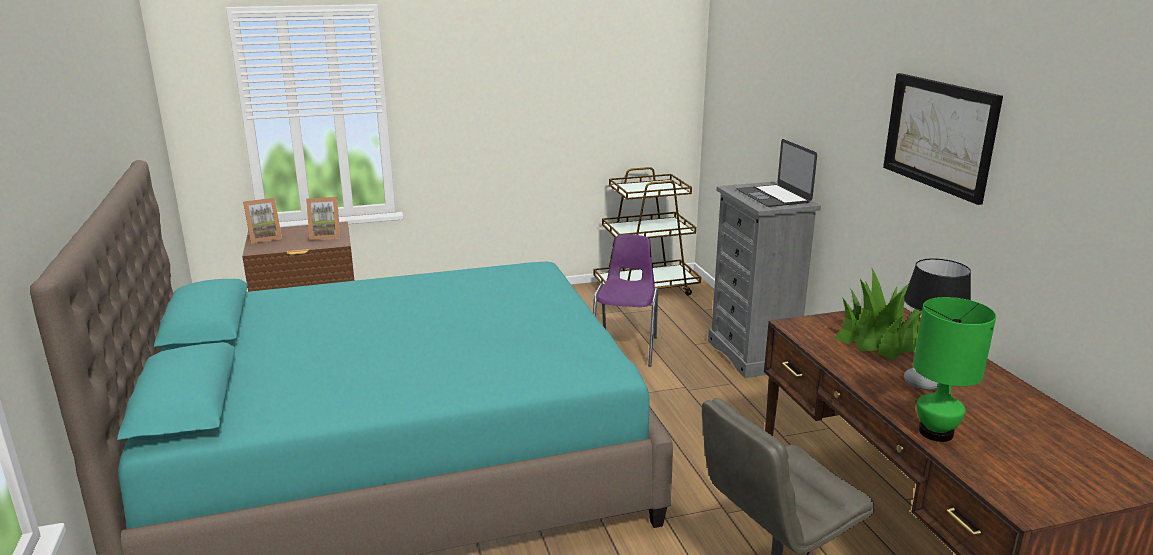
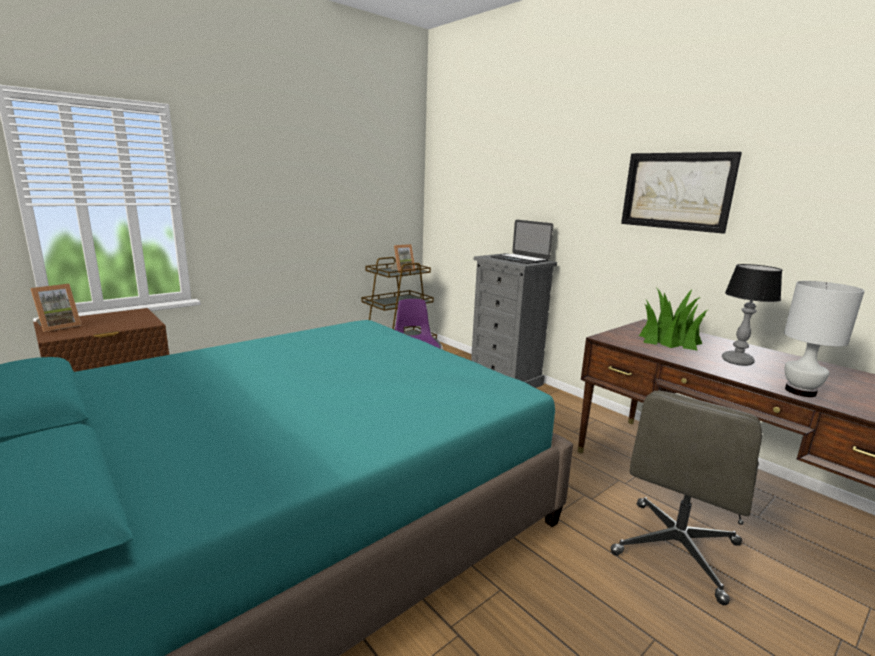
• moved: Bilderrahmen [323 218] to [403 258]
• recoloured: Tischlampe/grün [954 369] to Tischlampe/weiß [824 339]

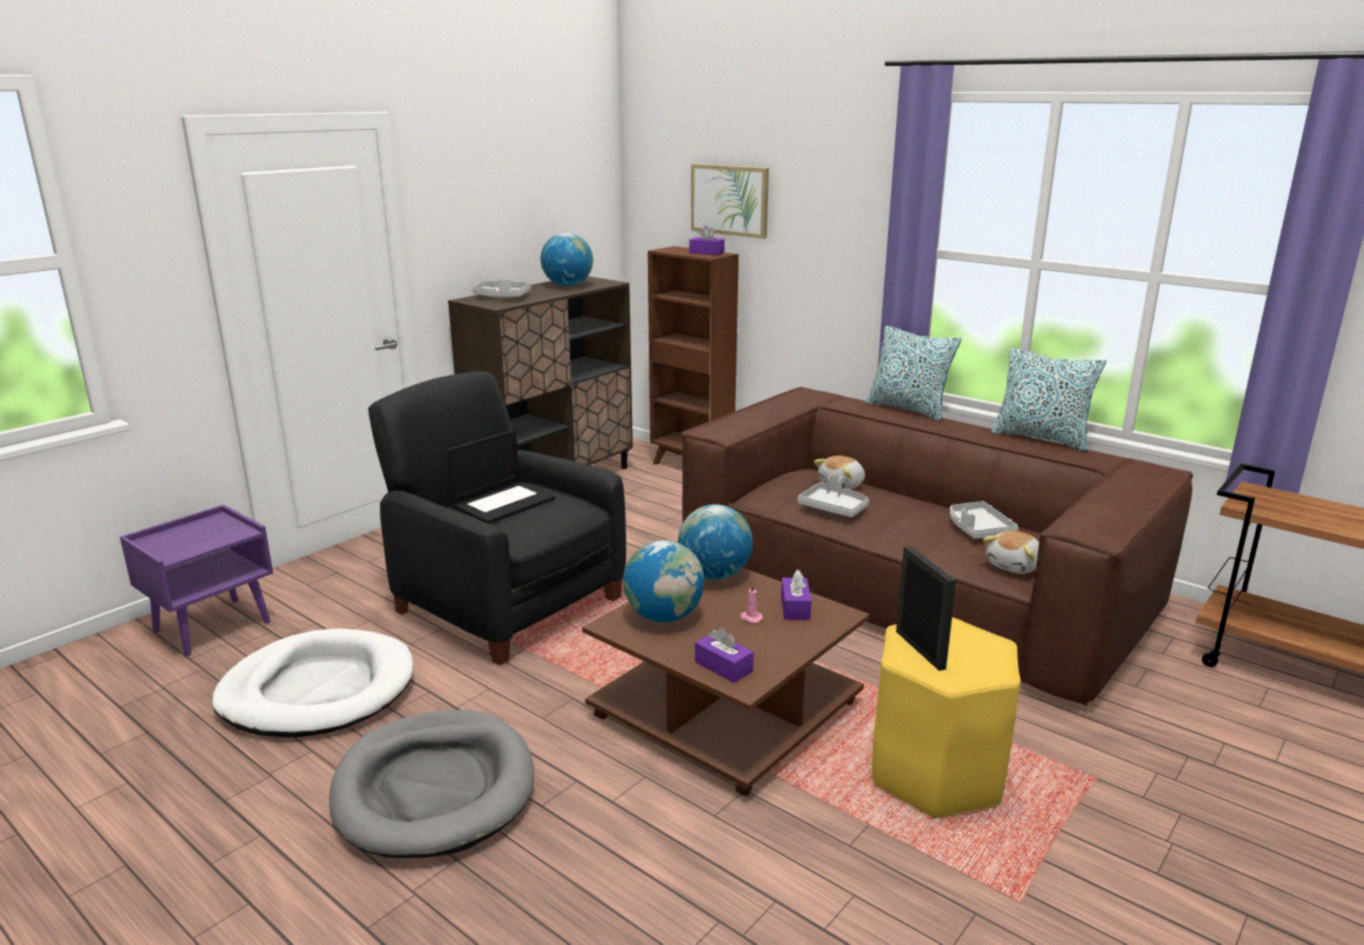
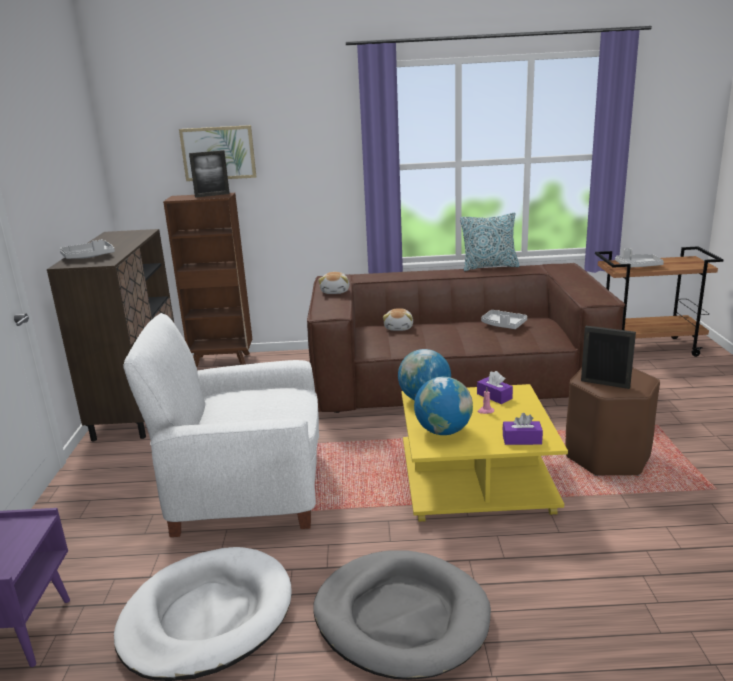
• recoloured: Sessel/schwarz [497 518] to Sessel/weiß [221 425]
• replaced: Taschentuchbox/lila [707 240] to Bilderrahmen [209 174]
• moved: Plüschtier [1011 552] to [334 283]
• recoloured: Couchtisch/braun [726 682] to Couchtisch/gelb [484 453]
• recoloured: Hocker/gelb [946 718] to Hocker/braun [612 421]
• moved: Tablett/grau [833 495] to [639 257]
• removed: Laptop [501 476]
• removed: Globus [567 259]
• removed: Kissen [913 373]

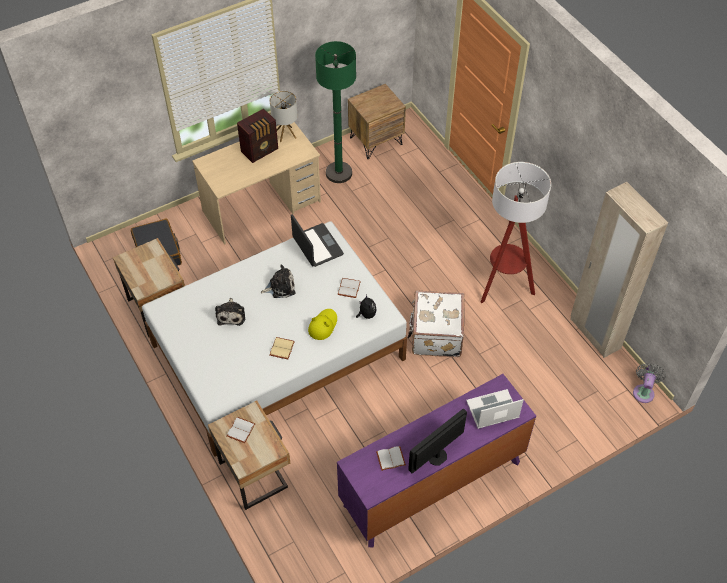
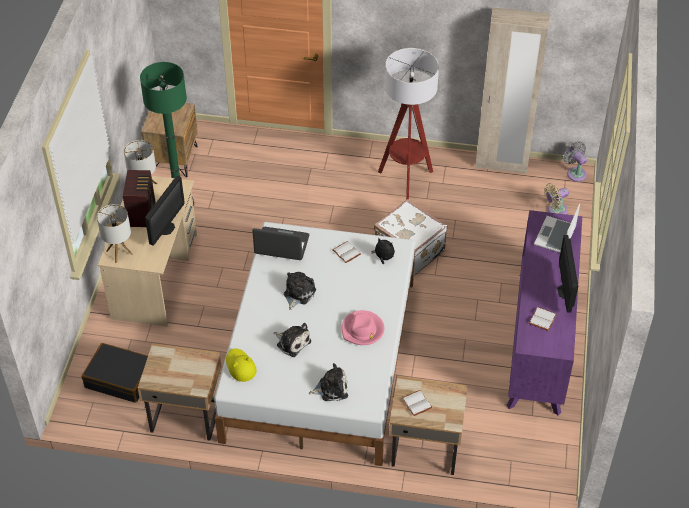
• added: Tischlampe [115 233]
• added: Monitor [165 211]
• moved: Hut/gelb [322 324] to [241 365]
• added: Plüschtier [328 382]
• replaced: Buch/beige [282 348] to Hut/rosa [363 327]
• added: Ventilator/beige [556 198]

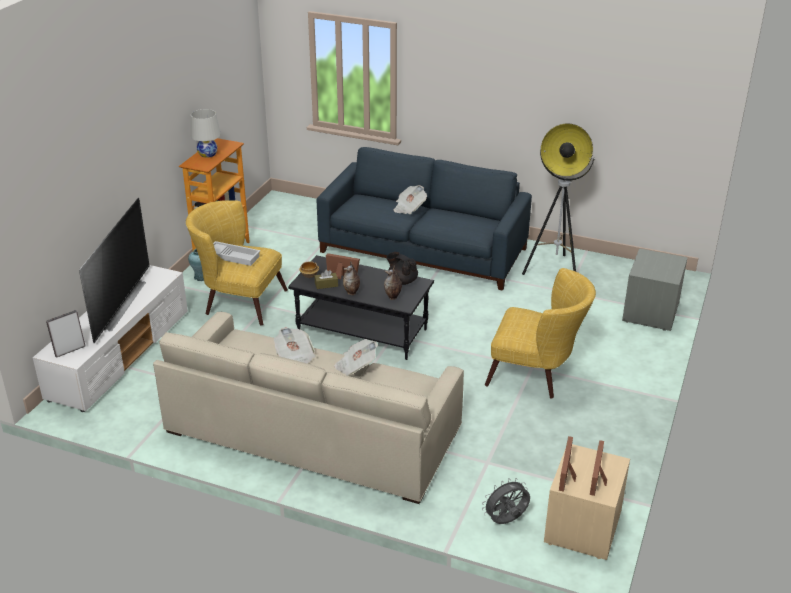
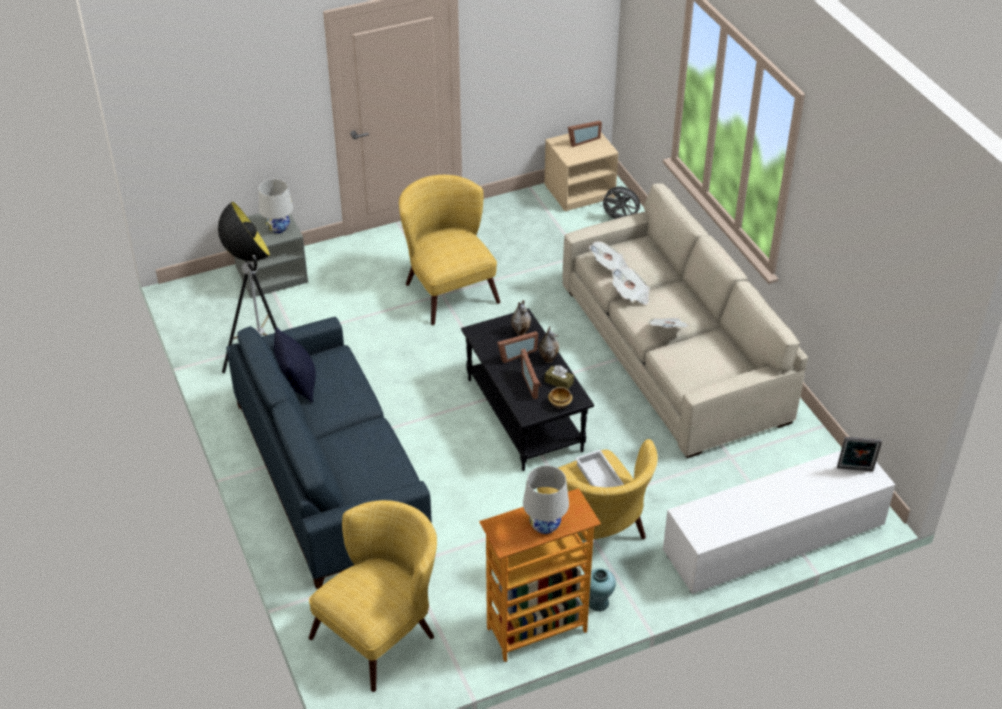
• added: Tischlampe/weiß [276 206]
• added: Kissen/schwarz [295 365]
• added: Sessel/gelb [373 596]
• moved: Bilderrahmen [567 464] to [517 347]
• moved: Zeitung [410 199] to [609 256]
• removed: Fernseher [114 270]
• removed: Teekanne/schwarz [402 268]

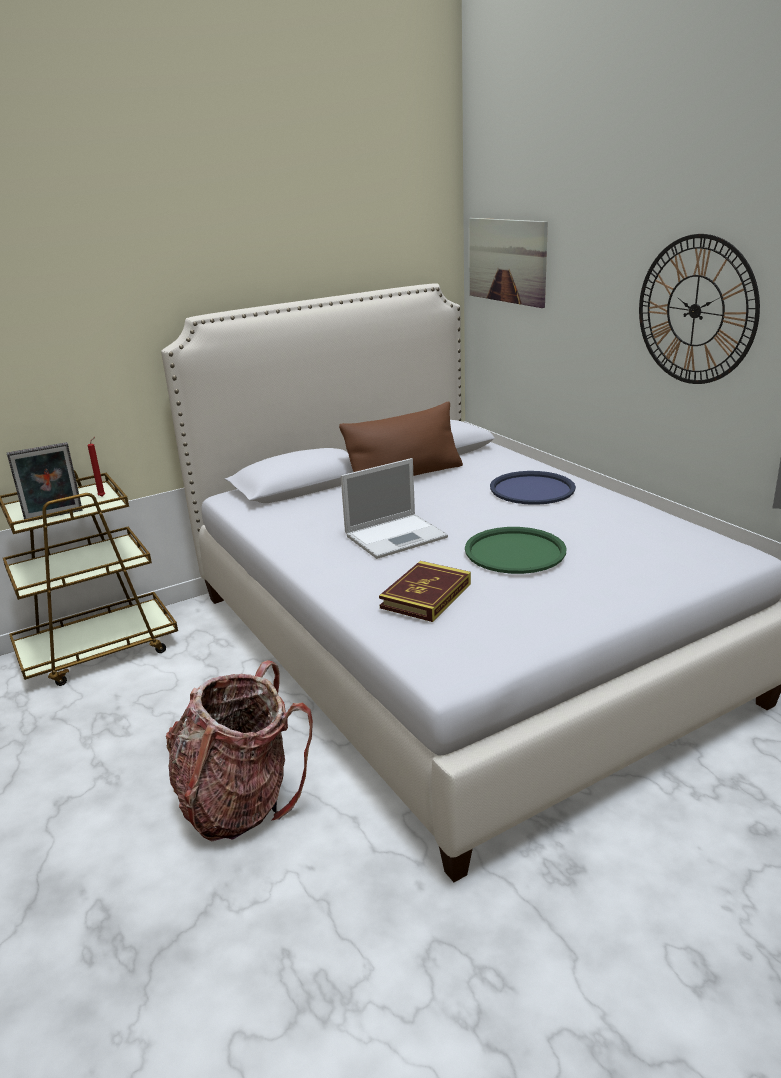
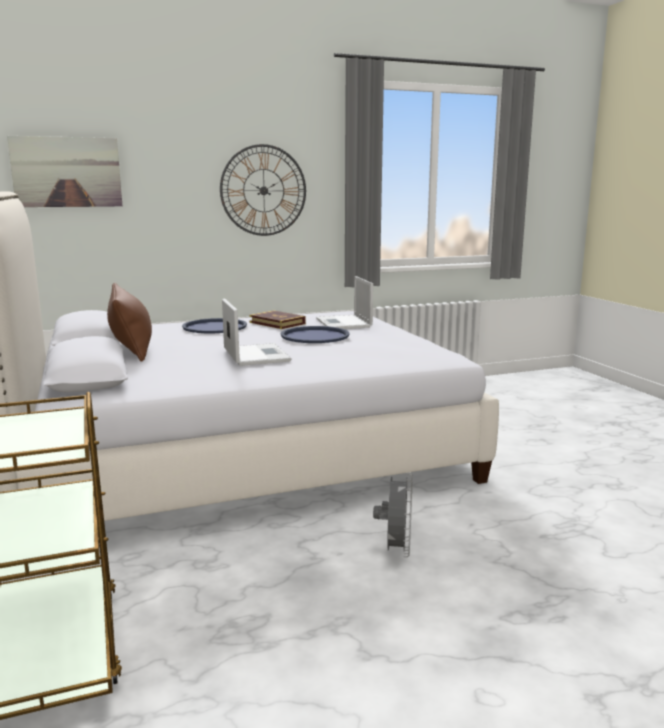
• moved: Buch [425 591] to [277 319]
• recoloured: Tablett/grün [516 550] to Tablett/blau [315 334]
• added: Laptop [344 302]
• replaced: Rucksack [239 750] to Ventilator/grau [393 514]
• removed: Bilderrahmen [45 482]
• removed: Kerze/rot [96 467]

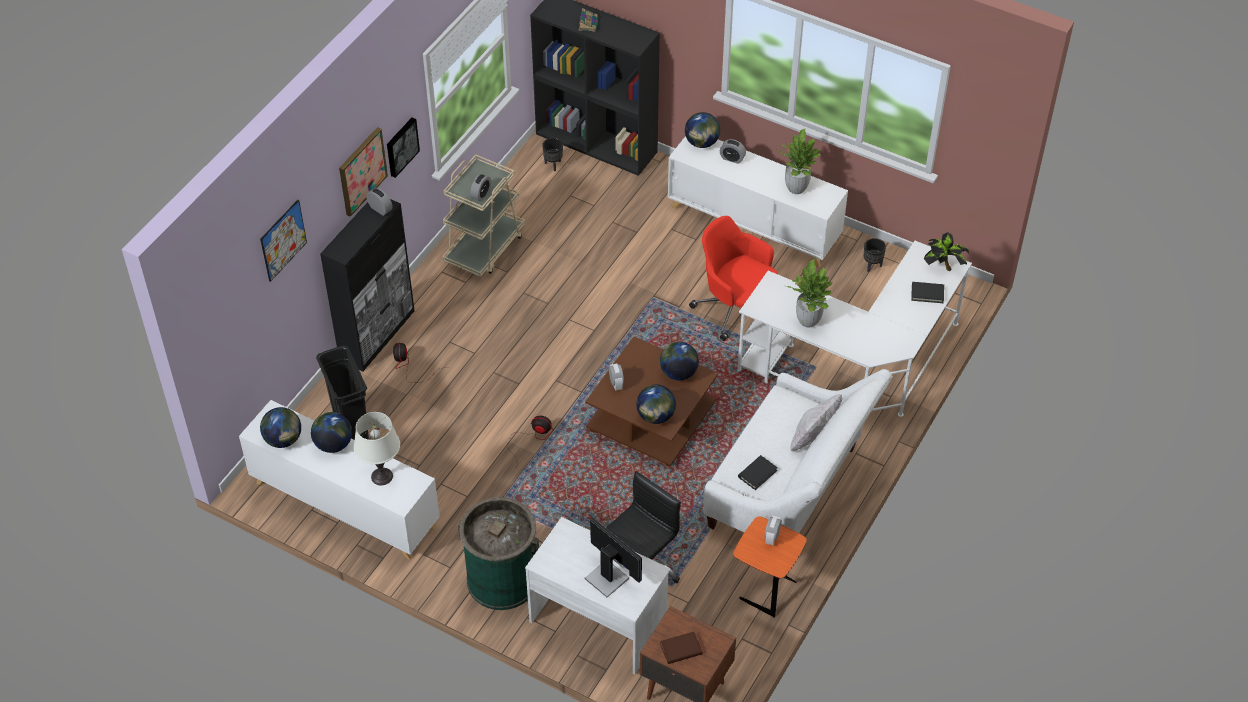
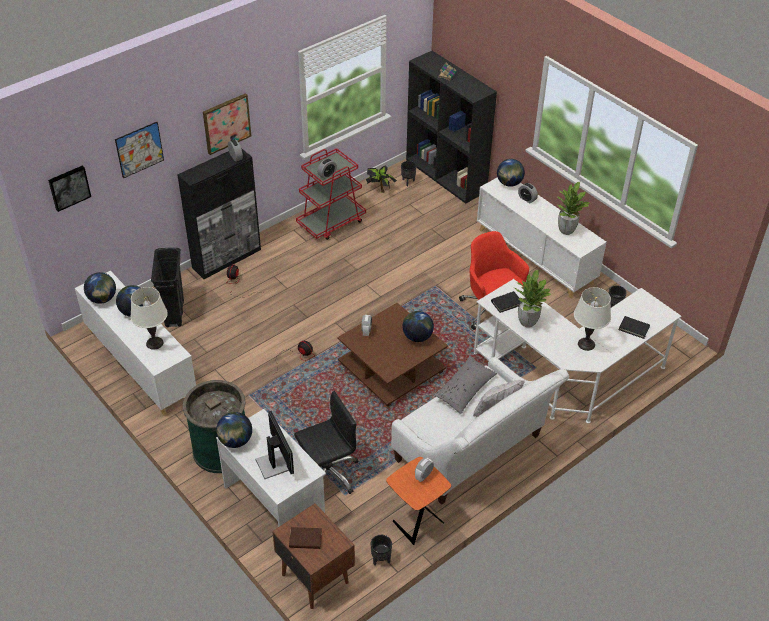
• moved: Bild [403 148] to [69 188]
• moved: Globus [656 404] to [234 430]
• recoloured: Rollwagen/beige [483 215] to Rollwagen/rot [331 194]
• moved: Topfpflanze [946 251] to [381 179]
• added: Pflanzkübel/schwarz [381 550]
• added: Kissen/grau [465 385]
• moved: Buch/schwarz [758 472] to [505 302]
• added: Tischlampe/weiß [592 319]

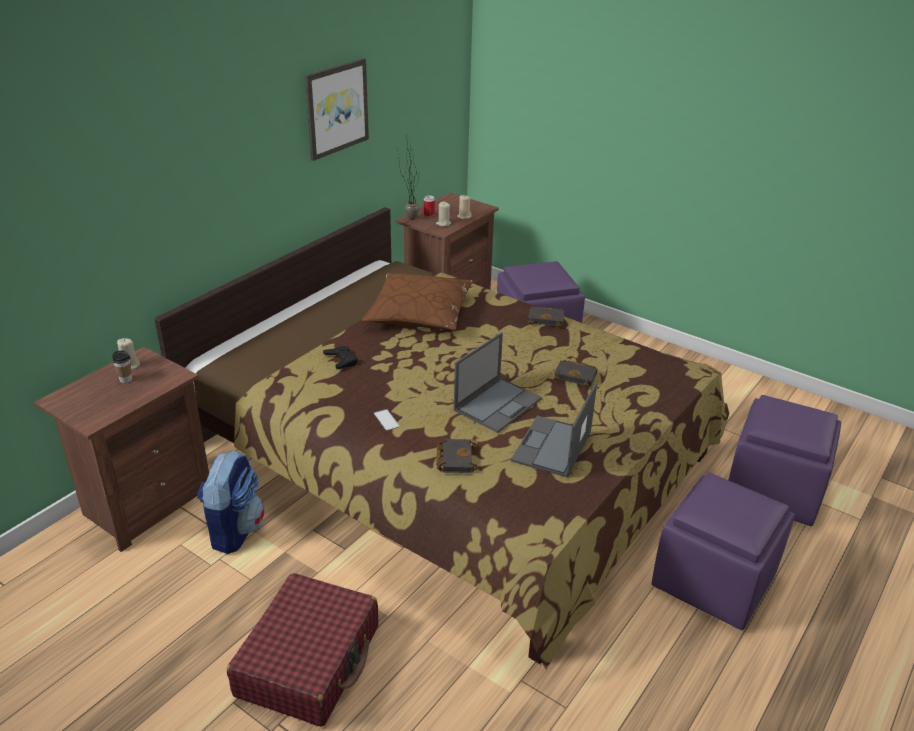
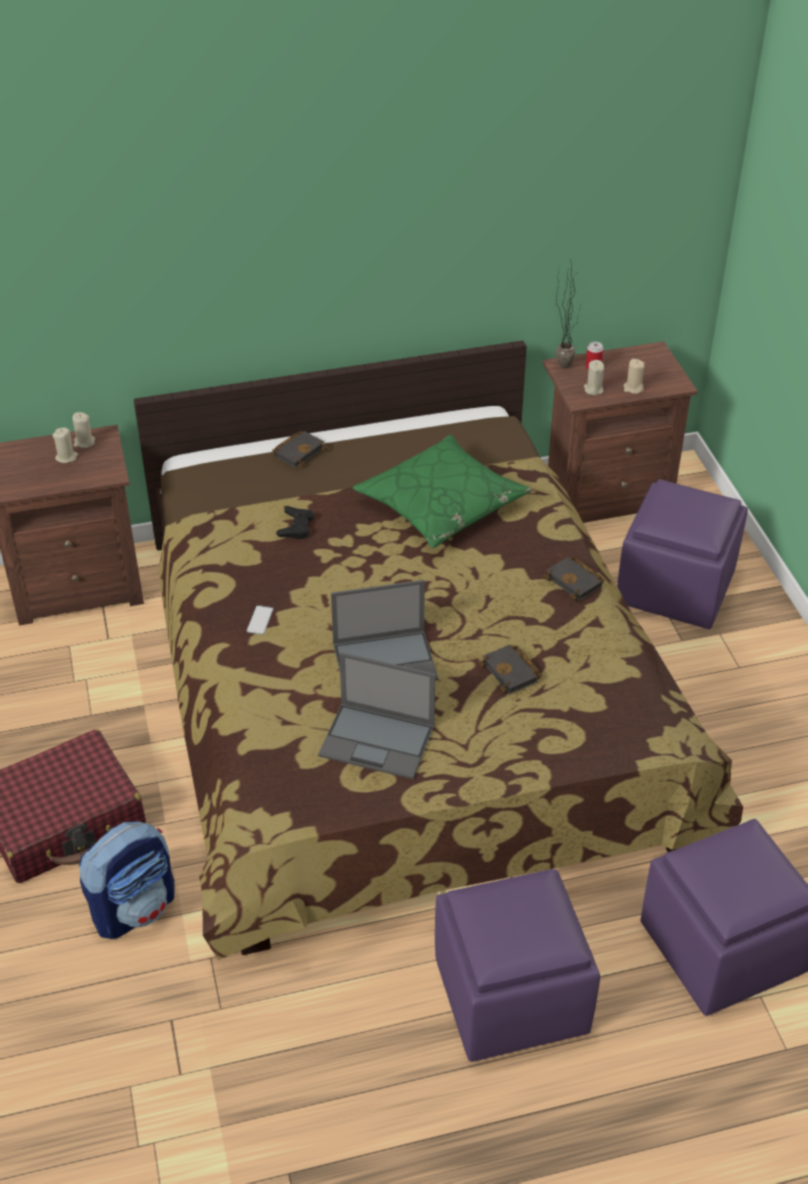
• replaced: Tasse [122 366] to Kerze/beige [65 445]
• moved: Rucksack [230 502] to [127 880]
• moved: Buch/schwarz [456 456] to [299 449]
• turned: Laptop [554 430] = [376 715] 135 degrees counterclockwise
• recoloured: Kissen/braun [417 302] to Kissen/grün [442 491]
• removed: Bild [337 109]

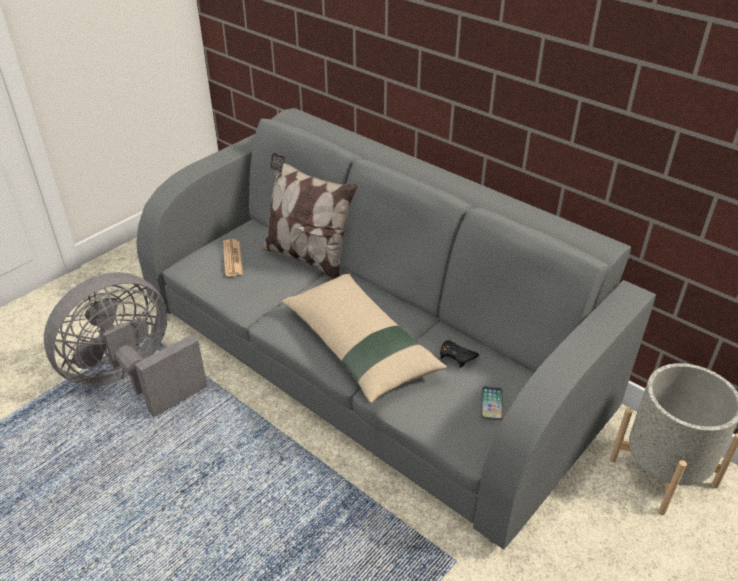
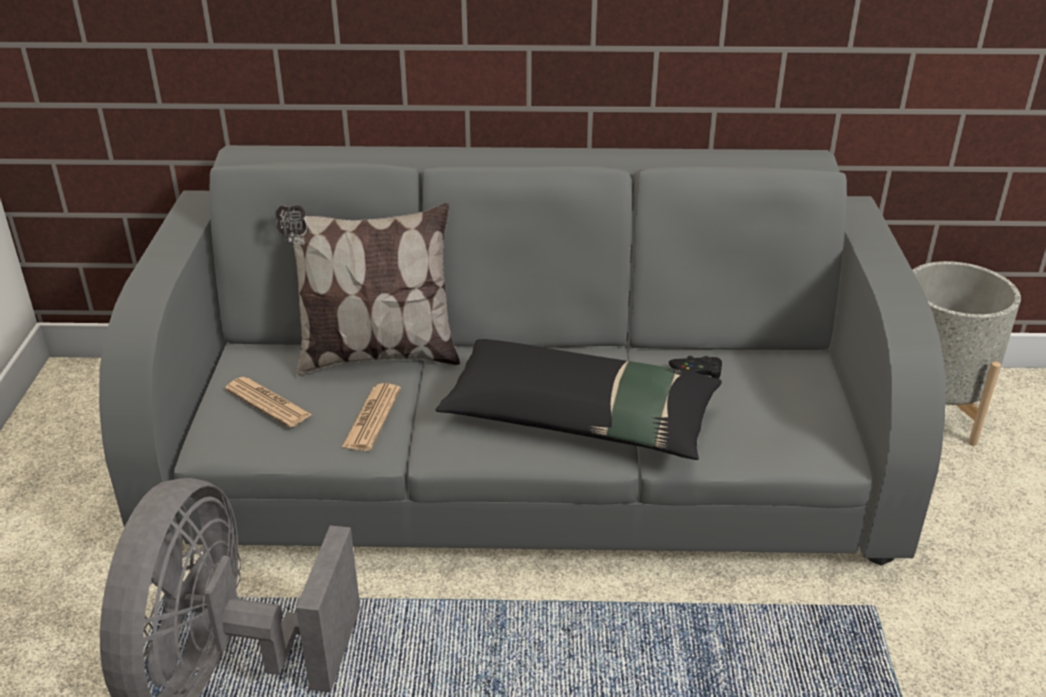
• added: Zeitung [371 417]
• recoloured: Kissen/beige [364 338] to Kissen/schwarz [579 399]
• removed: Handy [492 403]

